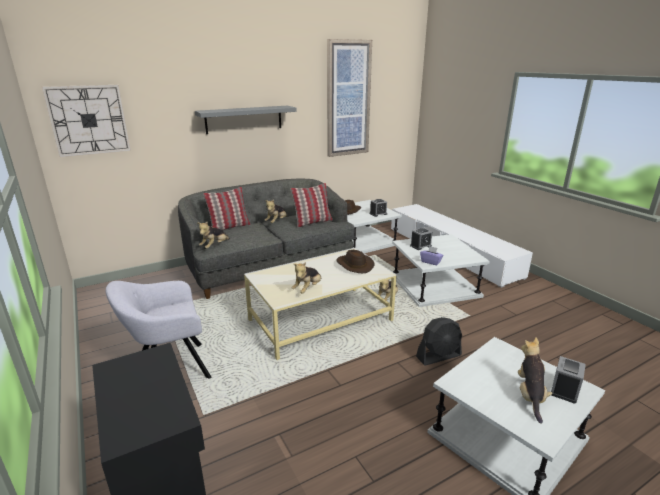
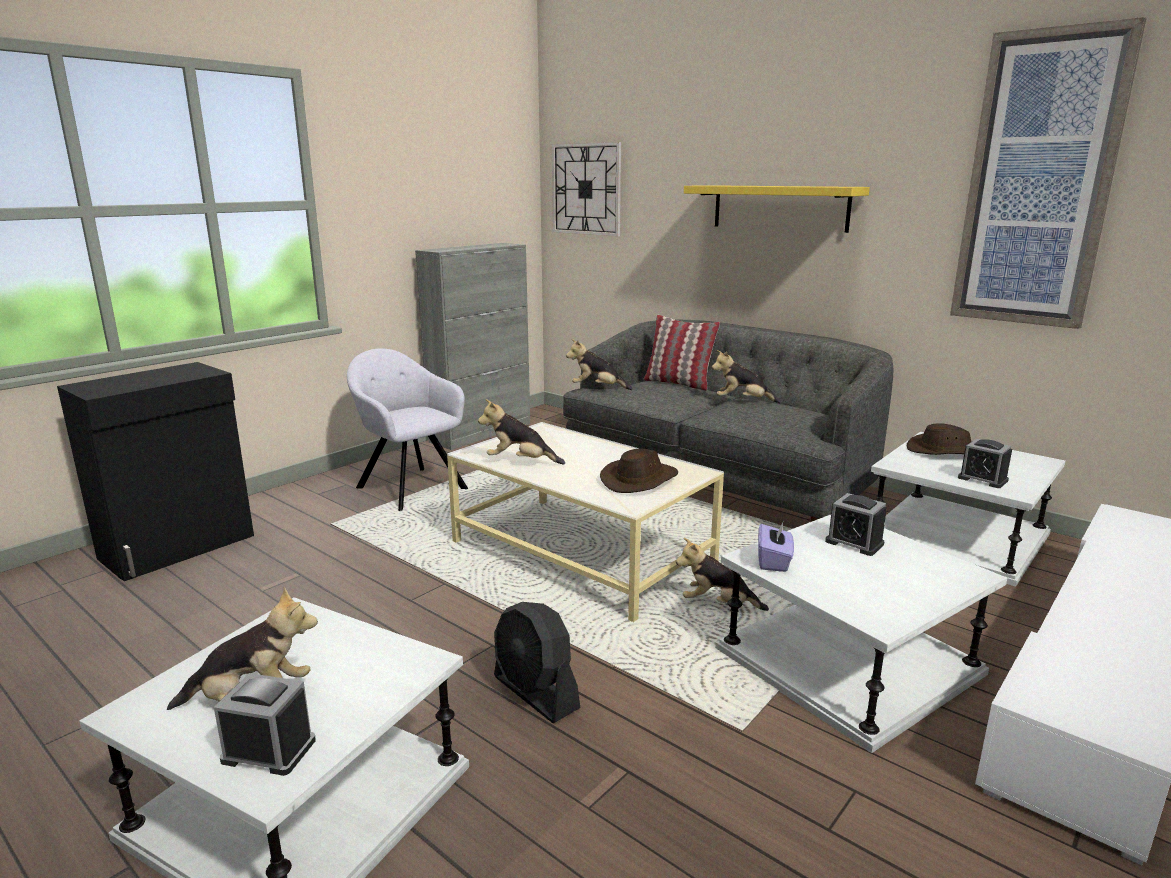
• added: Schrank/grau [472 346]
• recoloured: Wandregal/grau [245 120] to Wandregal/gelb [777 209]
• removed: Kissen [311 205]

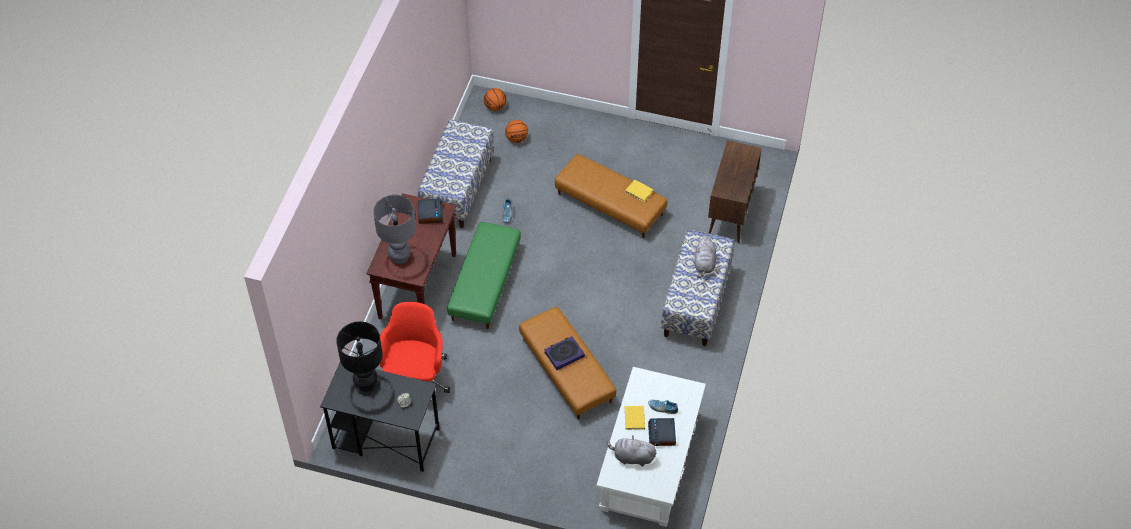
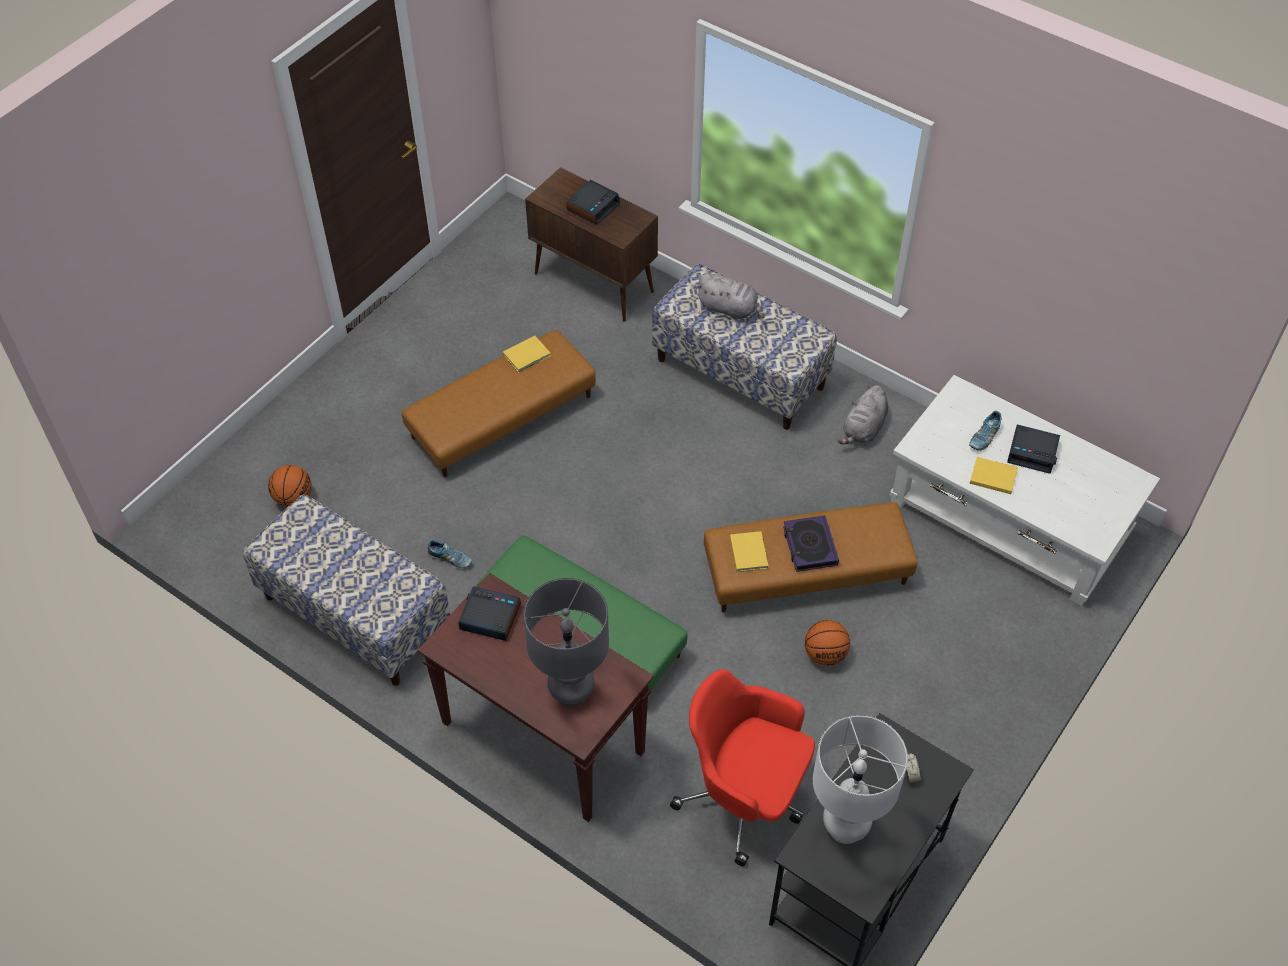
• added: Wecker [593 202]
• added: Buch/gelb [749 551]
• moved: Basketball [495 99] to [827 643]
• recoloured: Tischlampe/schwarz [359 356] to Tischlampe/weiß [860 779]
• moved: Plüschtier/grau [631 451] to [863 415]

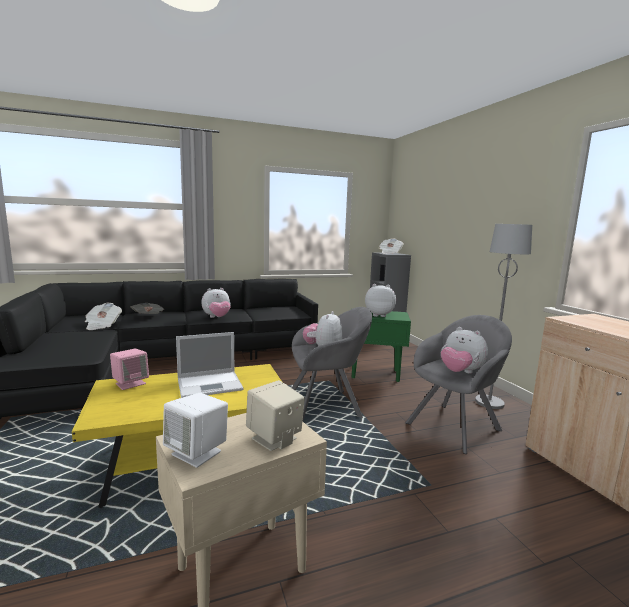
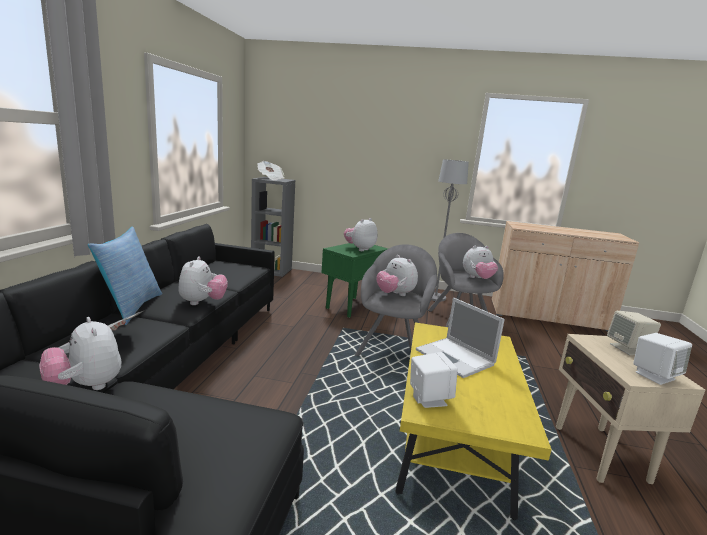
• replaced: Zeitung [103 316] to Plüschtier [80 353]
• added: Kissen [125 275]
• recoloured: Lautsprecher/rosa [129 369] to Lautsprecher/weiß [434 380]
• turned: Laptop [210 365] = [460 338] 135 degrees clockwise

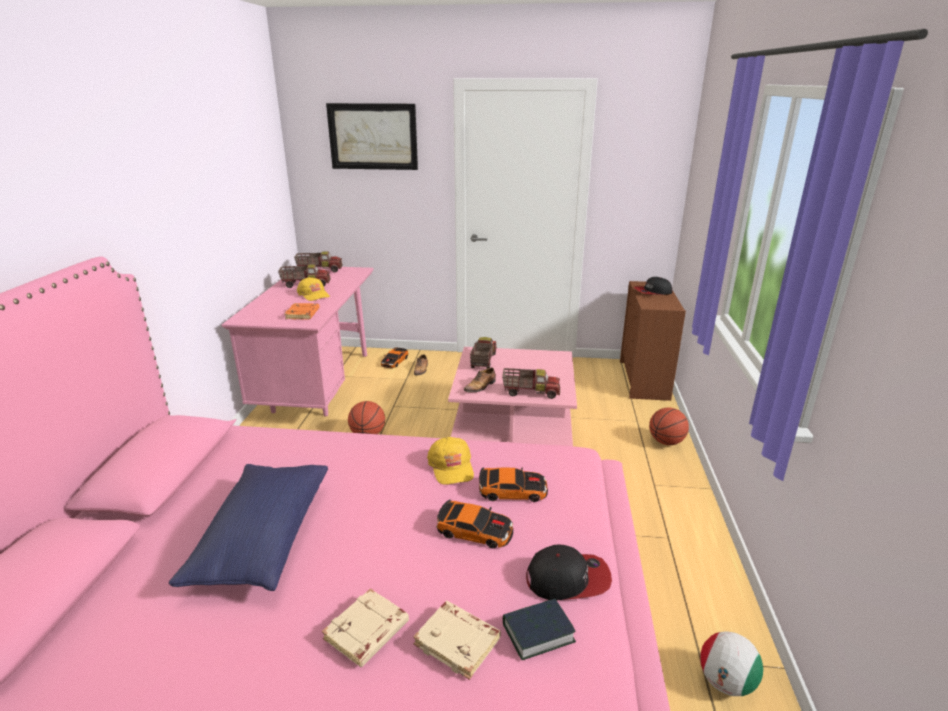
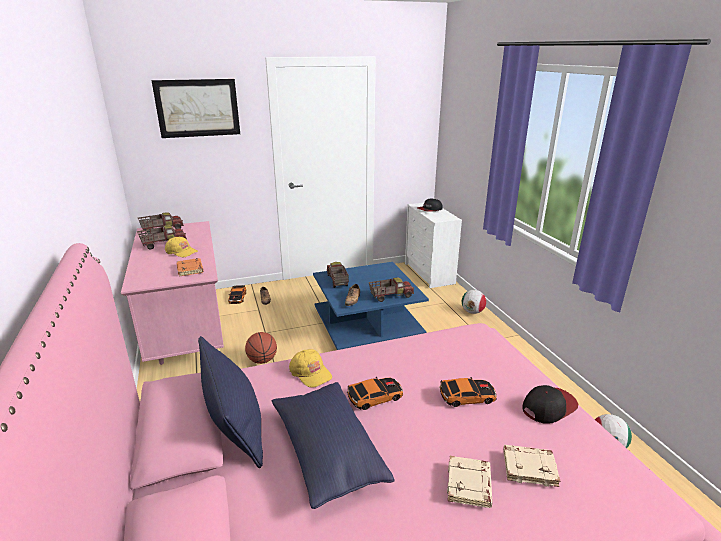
• added: Kissen/blau [230 402]
• moved: Kappe/gelb [450 461] to [310 368]
• recoloured: Couchtisch/rosa [512 396] to Couchtisch/blau [371 306]
• moved: Spielzeugauto [513 484] to [375 393]
• recoloured: Kommode/braun [653 341] to Kommode/weiß [433 245]
• replaced: Basketball [669 426] to Fußball [474 302]
• removed: Buch [539 629]

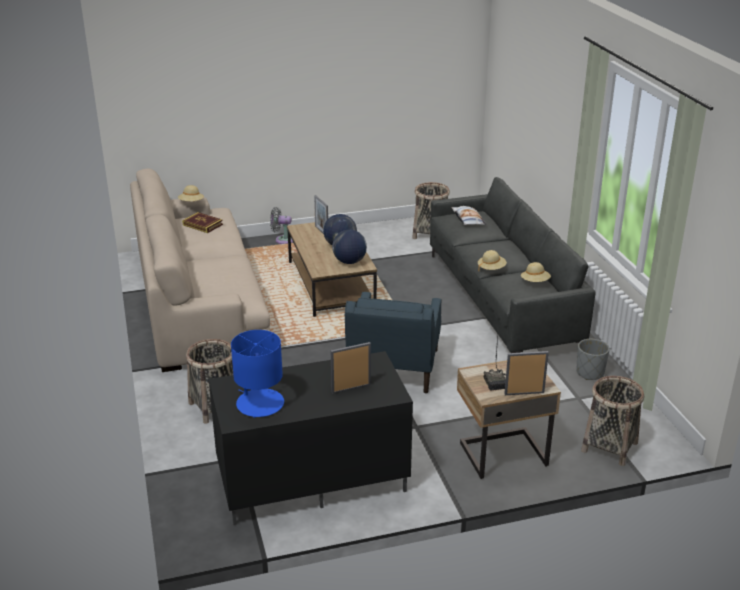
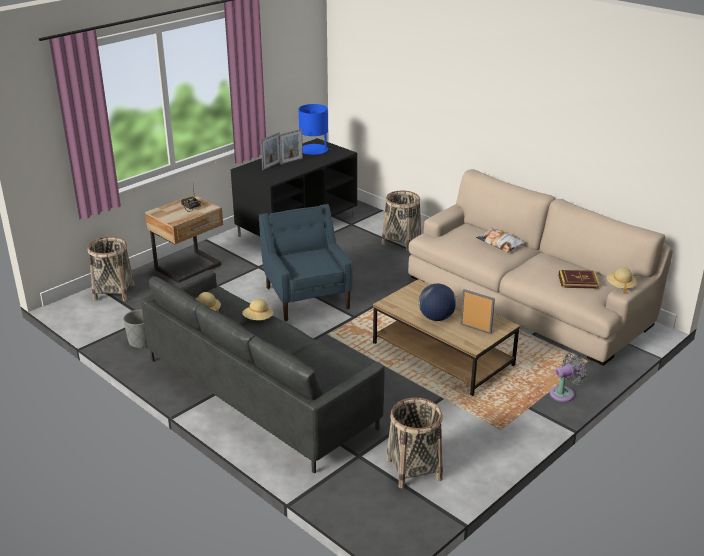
• moved: Bilderrahmen [526 373] to [291 147]
• moved: Kissen [469 215] to [500 240]
• removed: Globus [349 247]

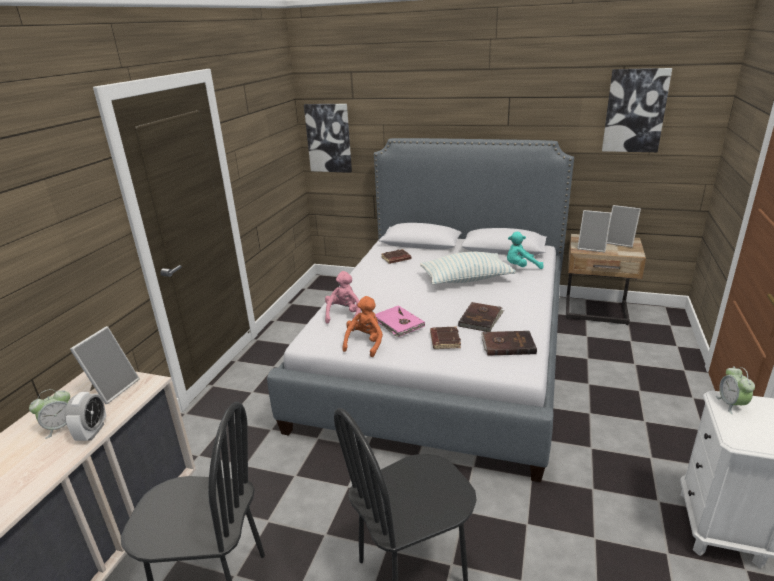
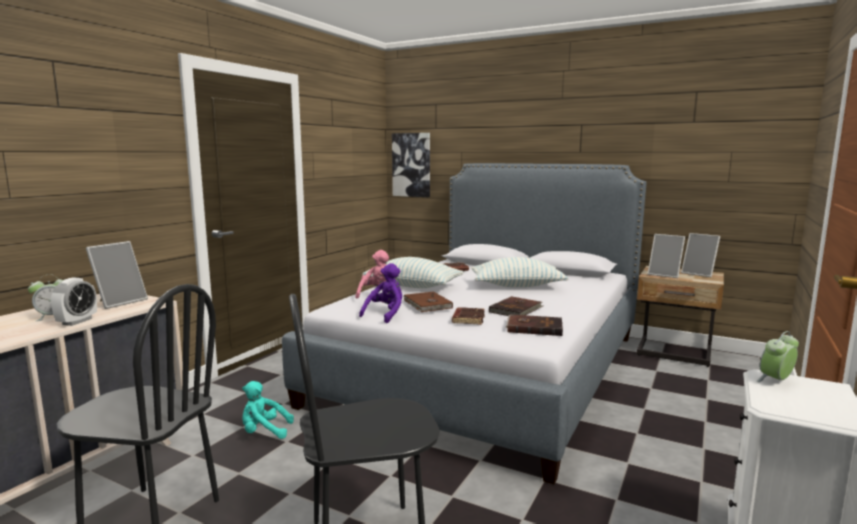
• moved: Plüschtier/türkis [525 250] to [268 410]
• recoloured: Plüschtier/orange [362 326] to Plüschtier/lila [380 293]
• added: Kissen [413 272]
• recoloured: Buch/rosa [400 321] to Buch/braun [428 302]
• turned: Wecker [735 390] = [777 356] 45 degrees clockwise
• removed: Bild [637 110]

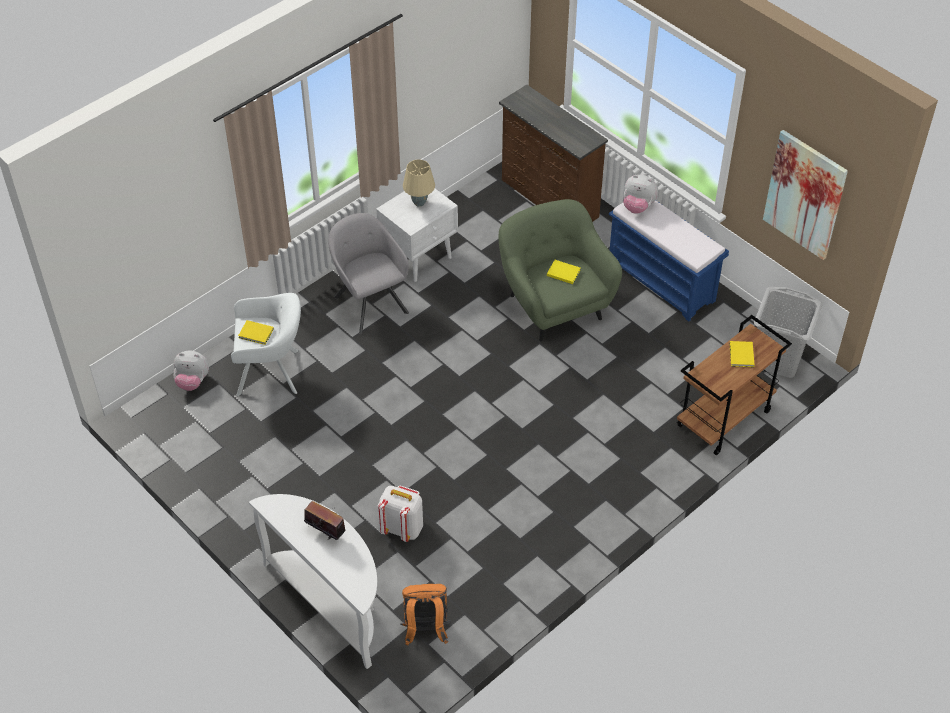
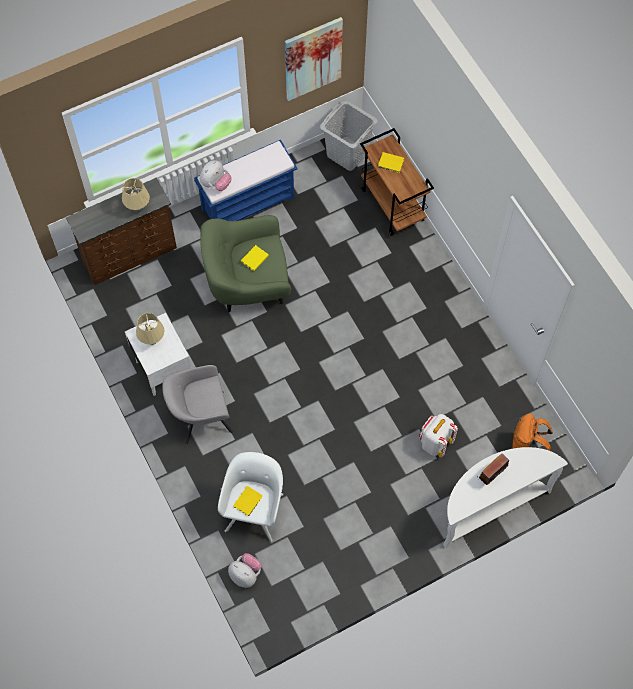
• added: Tischlampe/beige [136 195]
• turned: Plüschtier [191 371] = [245 570] 75 degrees counterclockwise

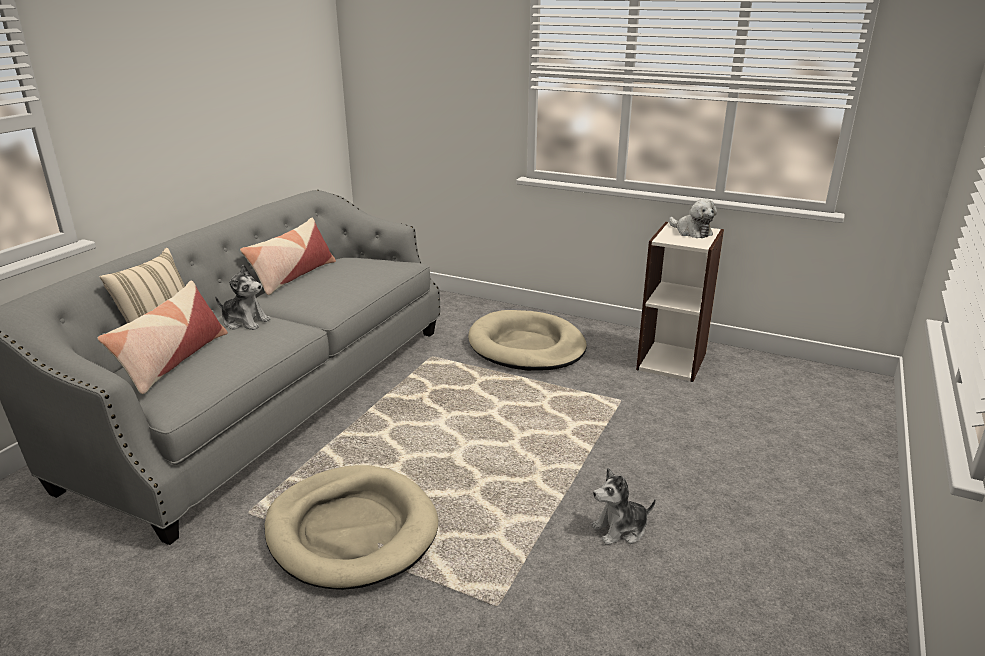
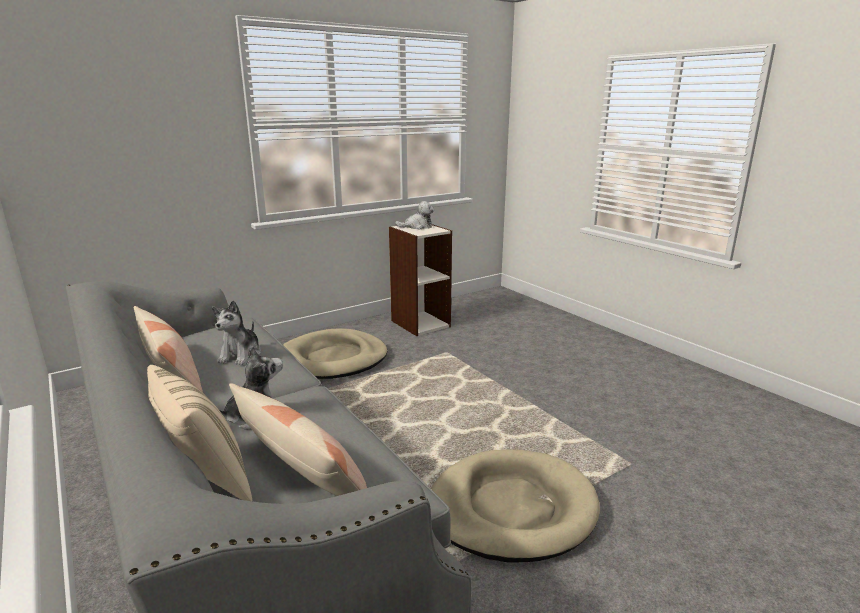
• moved: Plüschtier [623 506] to [236 332]

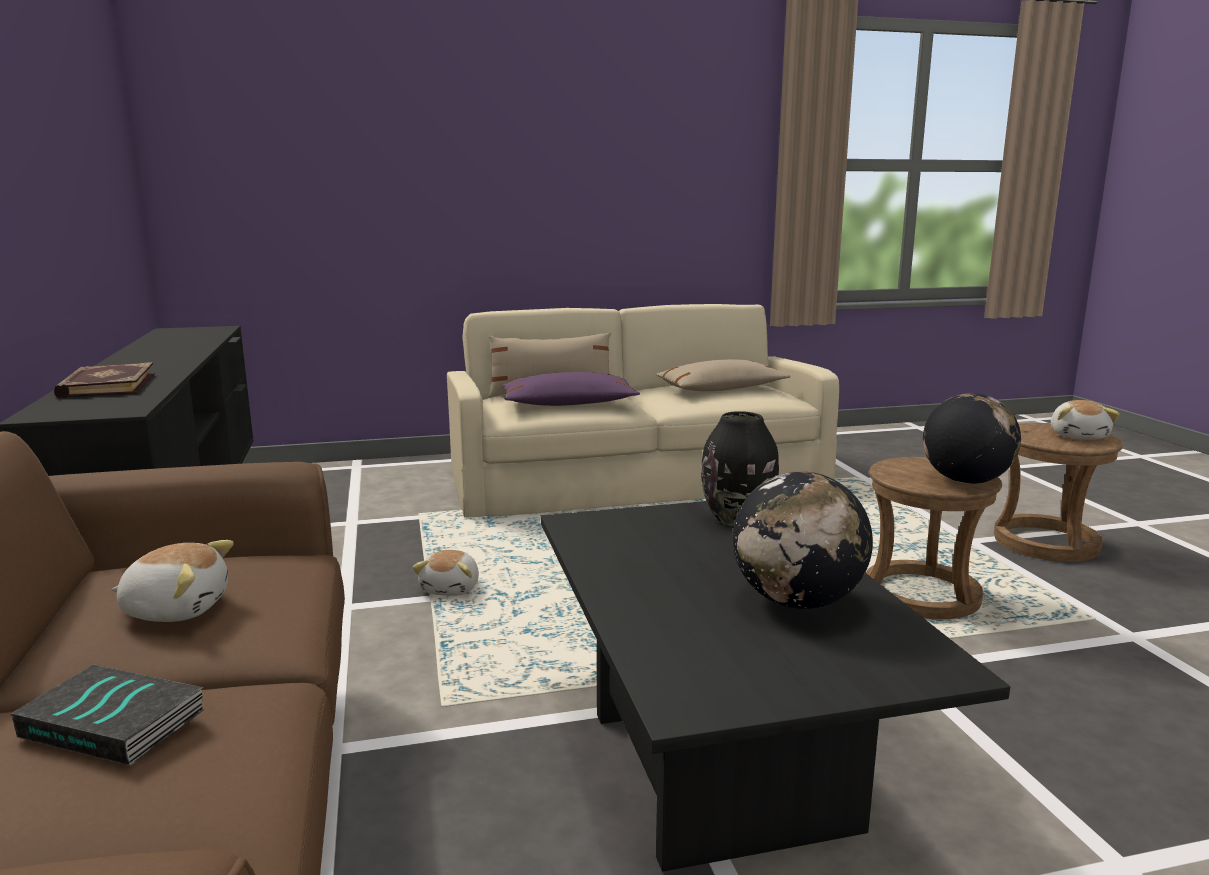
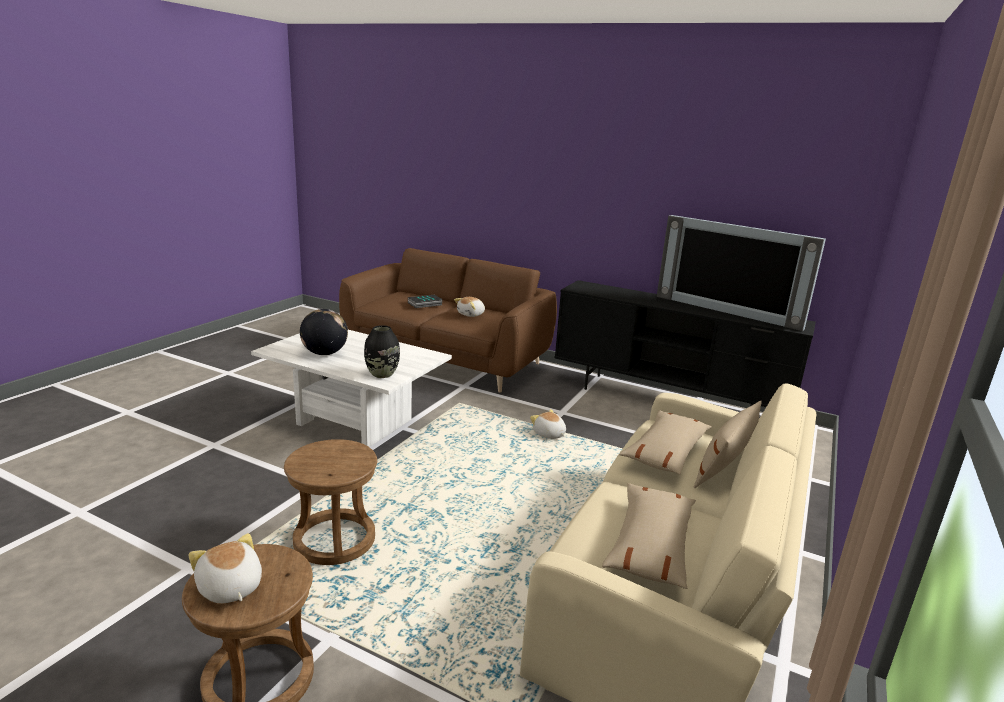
• recoloured: Couchtisch/schwarz [775 686] to Couchtisch/weiß [351 388]
• recoloured: Kissen/lila [571 389] to Kissen/beige [665 442]
• added: Fernseher [741 273]
• removed: Buch [104 380]
• removed: Globus [972 438]

